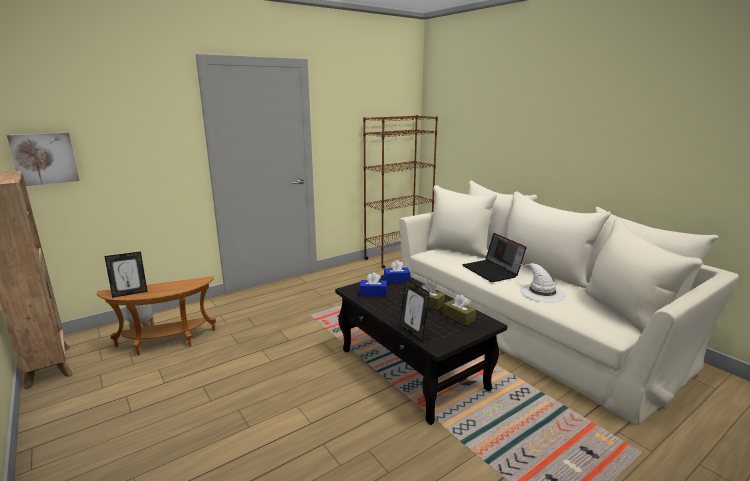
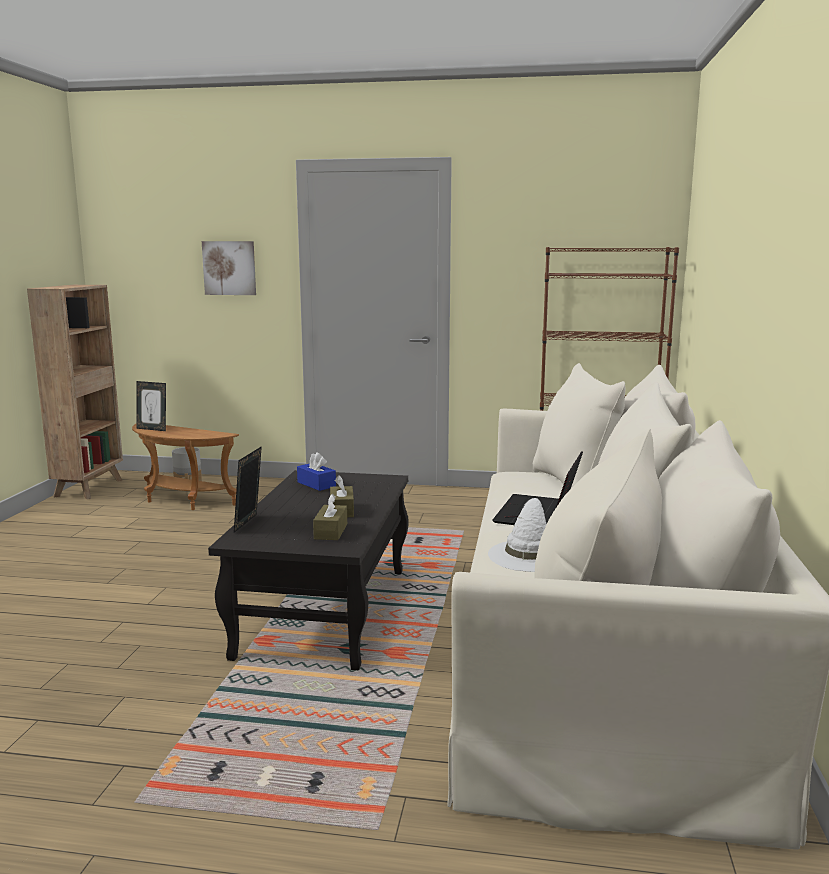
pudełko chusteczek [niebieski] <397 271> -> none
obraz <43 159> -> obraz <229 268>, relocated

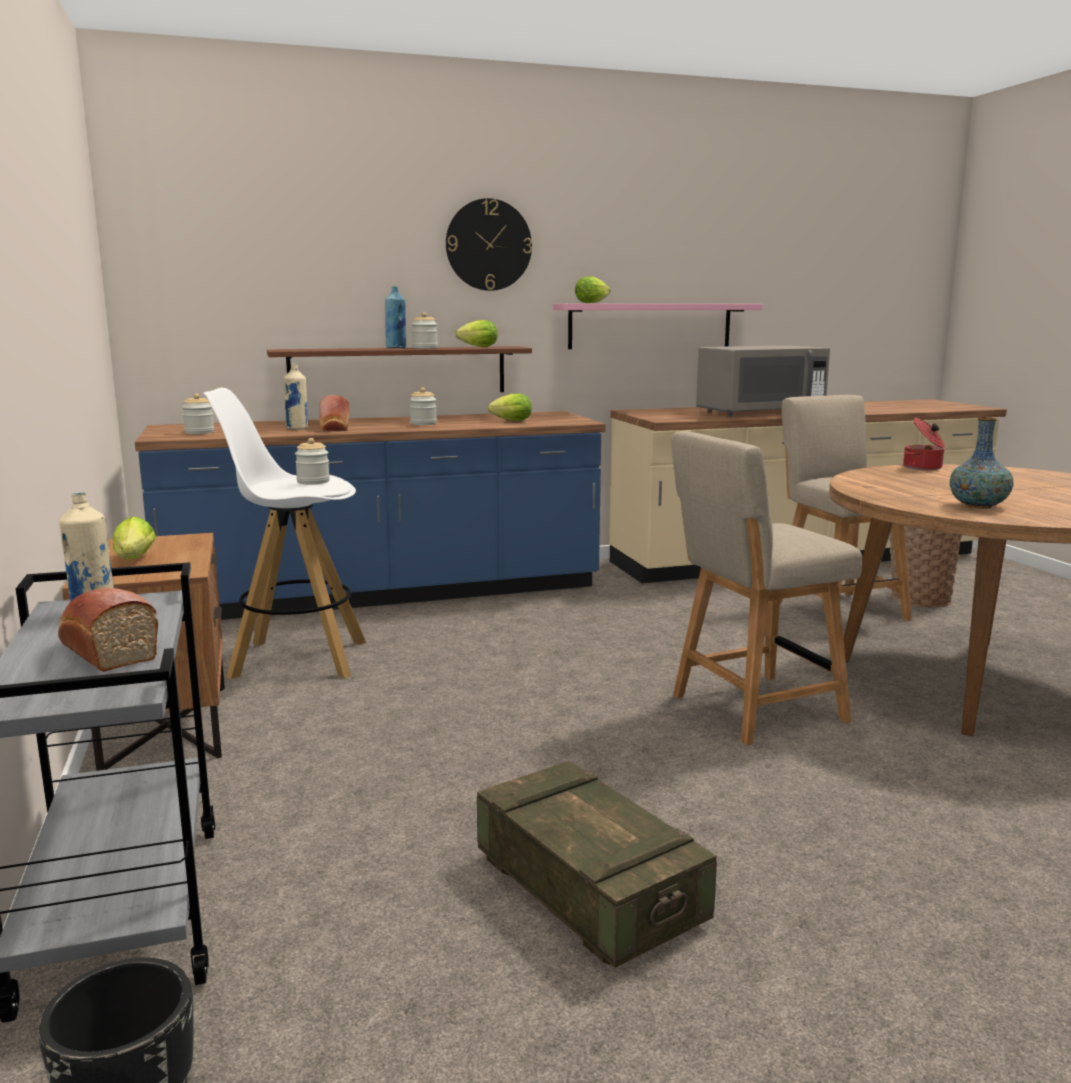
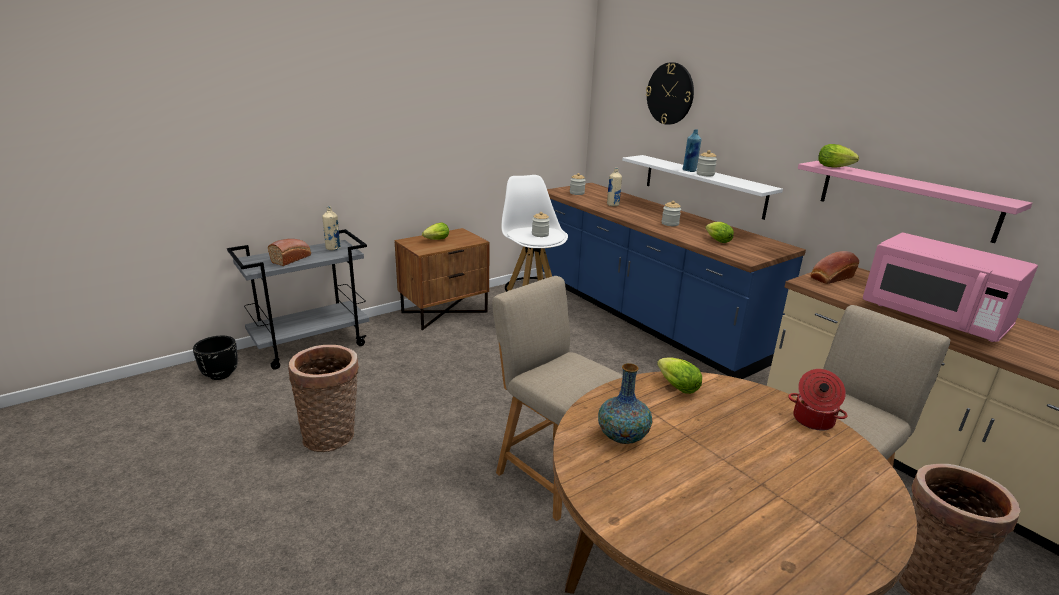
chleb <334 413> -> chleb <835 267>, relocated
zegar ścienny <489 244> -> zegar ścienny <670 93>, relocated
sałata <476 333> -> sałata <679 375>, relocated
skrzynka <597 864> -> koszyk <323 398>
półka [brązowy] <399 369> -> półka [biały] <702 187>
mikrofalówka [szary] <763 381> -> mikrofalówka [różowy] <950 287>

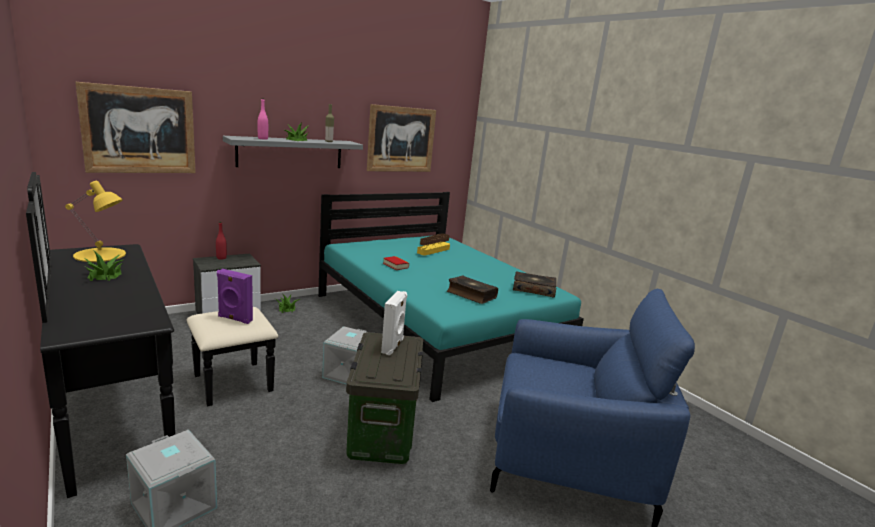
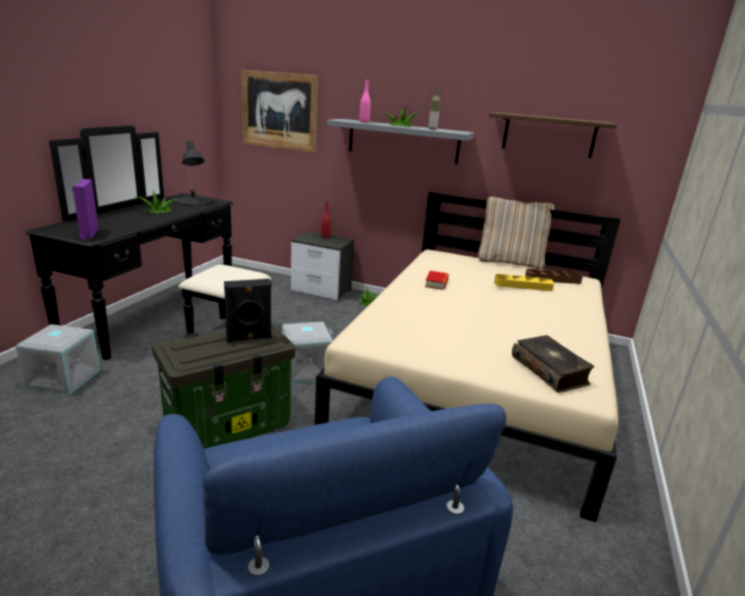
książka <472 290> -> none
none -> poduszka [beżowy] <516 232>
głośnik [fioletowy] <235 296> -> głośnik [fioletowy] <85 209>, relocated
obraz <401 138> -> półka <553 135>
lampa stołowa [żółty] <95 221> -> lampa stołowa [czarny] <193 173>
łóżko [turkusowy] <451 297> -> łóżko [beżowy] <467 357>
głośnik [biały] <394 323> -> głośnik [czarny] <248 310>

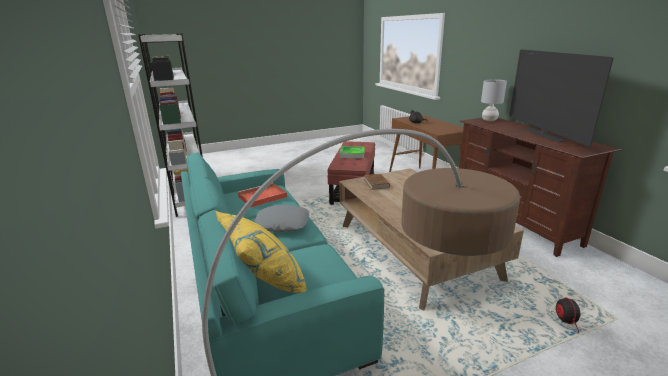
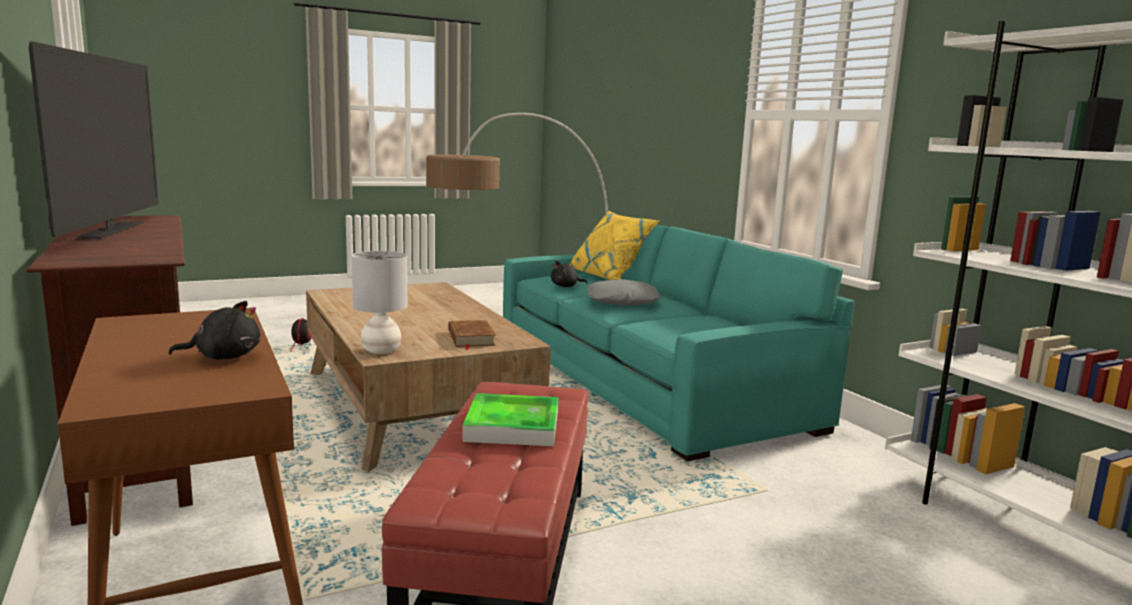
taca [czerwony] <262 195> -> none
none -> pluszak [czarny] <569 274>
lampa stołowa [szary] <494 100> -> lampa stołowa [szary] <379 302>, relocated

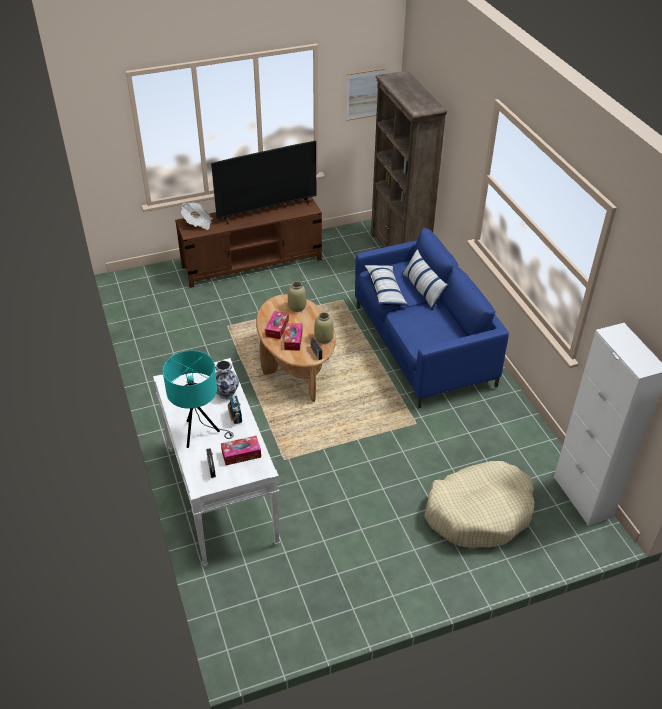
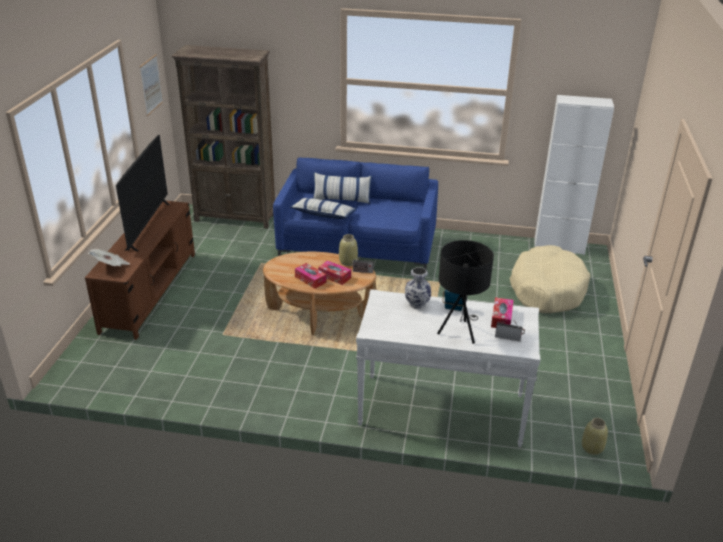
wazon [beżowy] <297 296> -> wazon [beżowy] <595 436>, relocated
lampa stołowa [turkusowy] <198 399> -> lampa stołowa [czarny] <465 292>

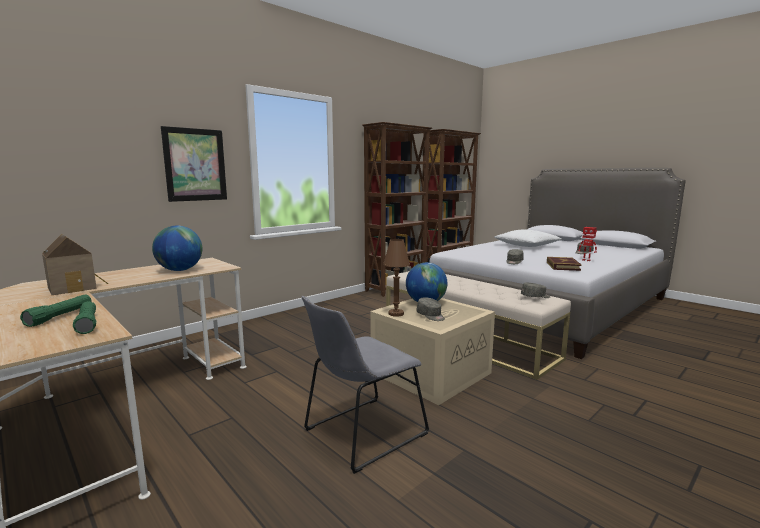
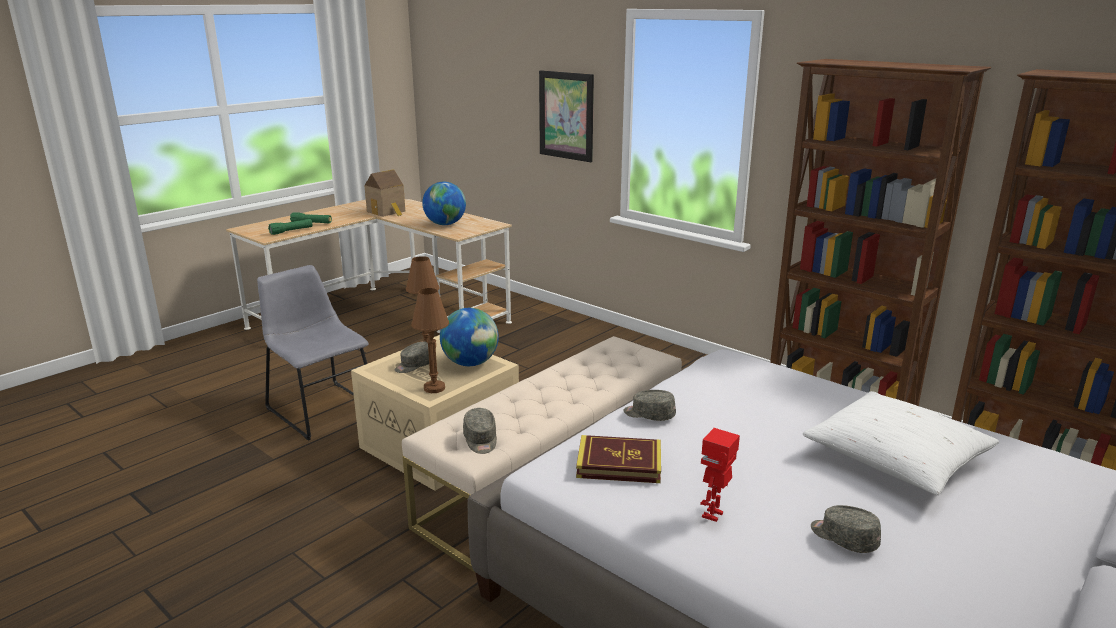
none -> lampa stołowa [brązowy] <430 340>

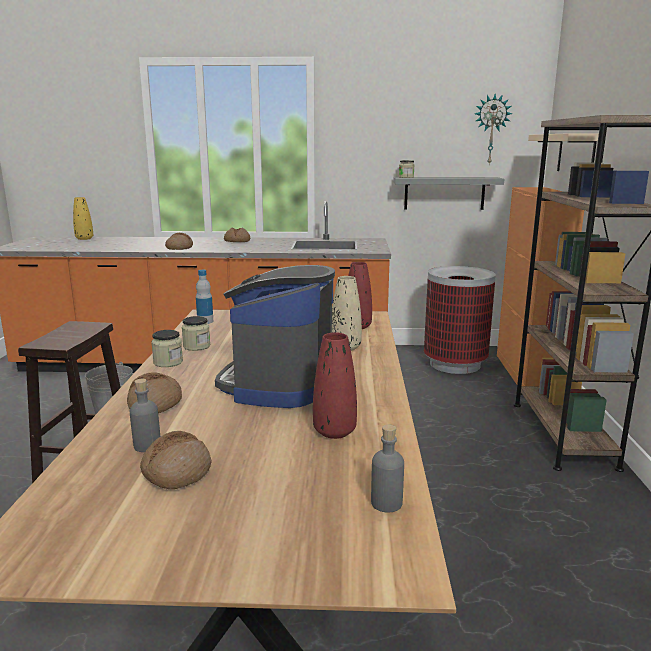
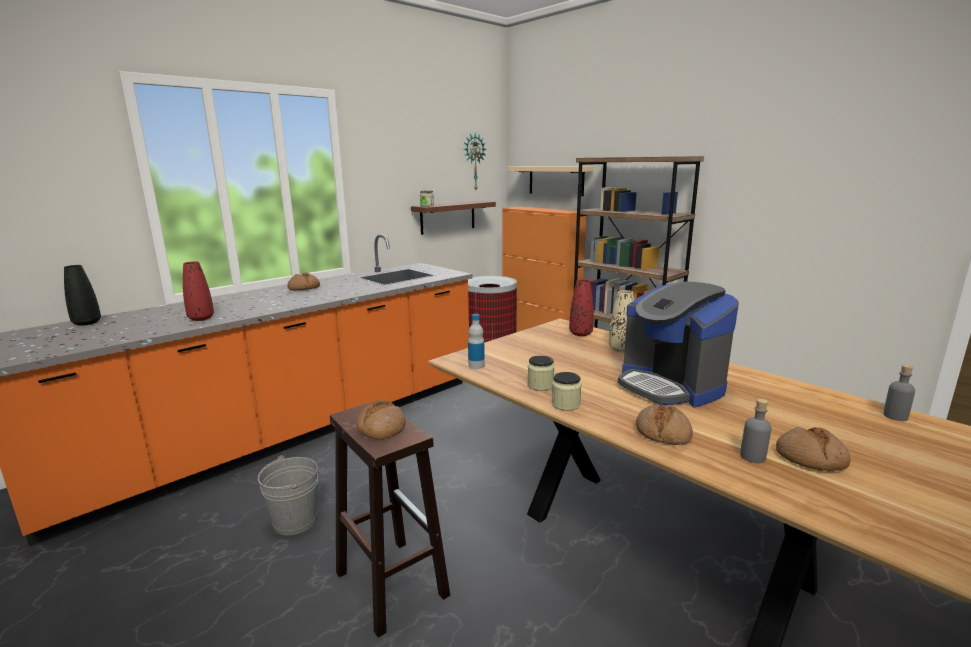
chleb <179 241> -> chleb <381 420>, relocated
wazon [czerwony] <335 385> -> wazon [czerwony] <198 291>, relocated
wazon [żółty] <83 218> -> wazon [czarny] <82 295>
półka [szary] <448 193> -> półka [brązowy] <453 218>

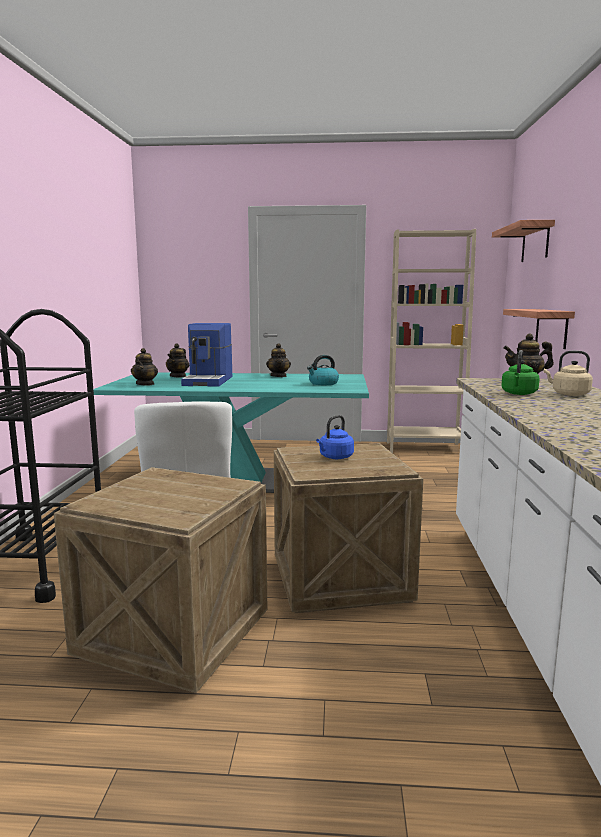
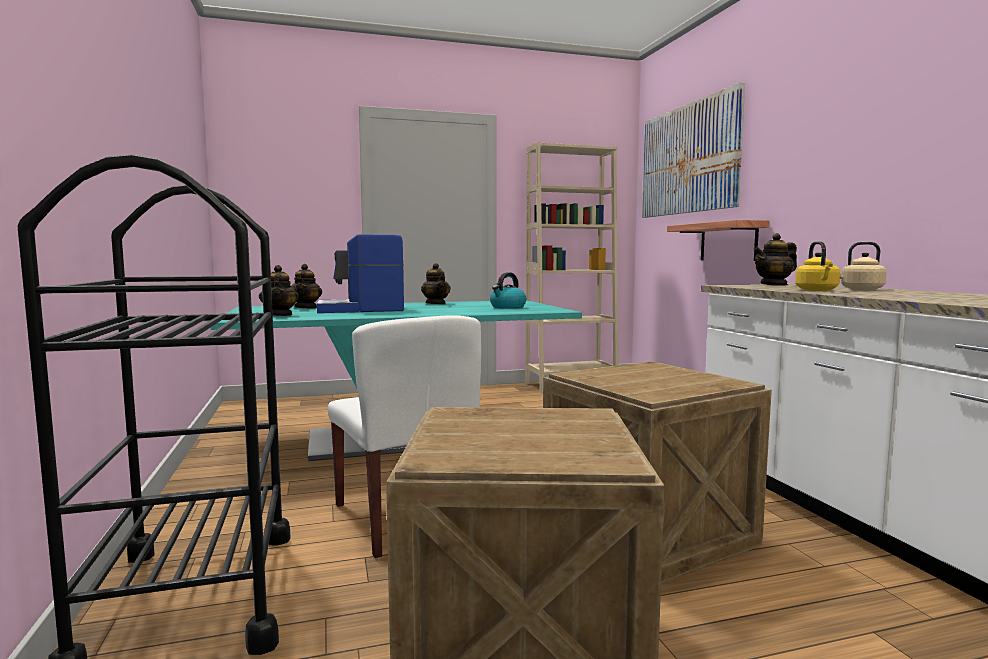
czajnik [niebieski] <335 437> -> none
półka <523 241> -> obraz <693 150>
czajnik [zielony] <520 372> -> czajnik [żółty] <817 266>
ekspres do kawy <206 355> -> ekspres do kawy <360 273>, 90 degrees clockwise

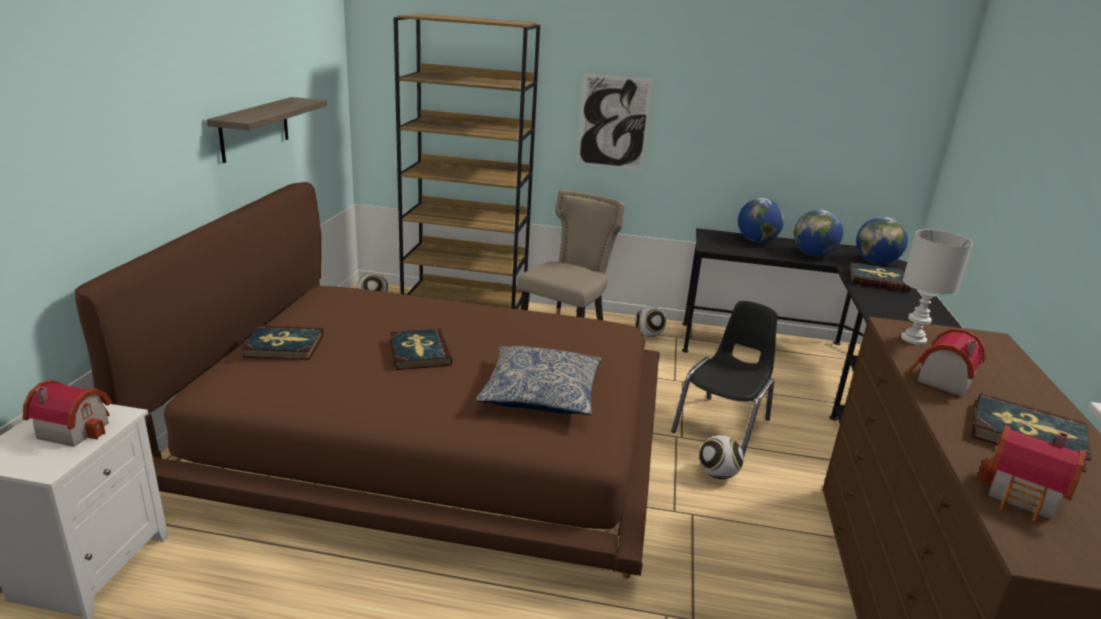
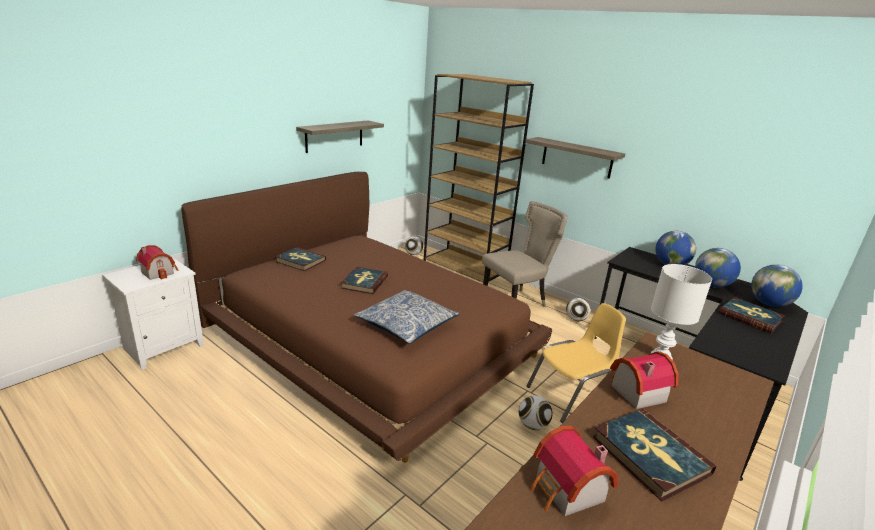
obraz <614 121> -> półka <575 158>
krzesło [czarny] <724 378> -> krzesło [żółty] <576 363>

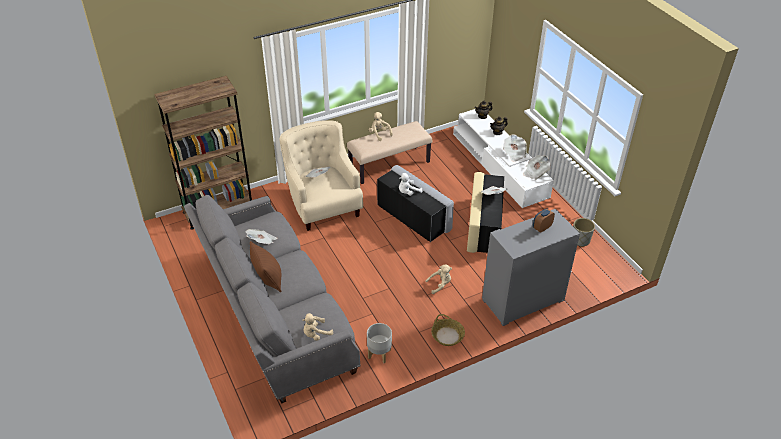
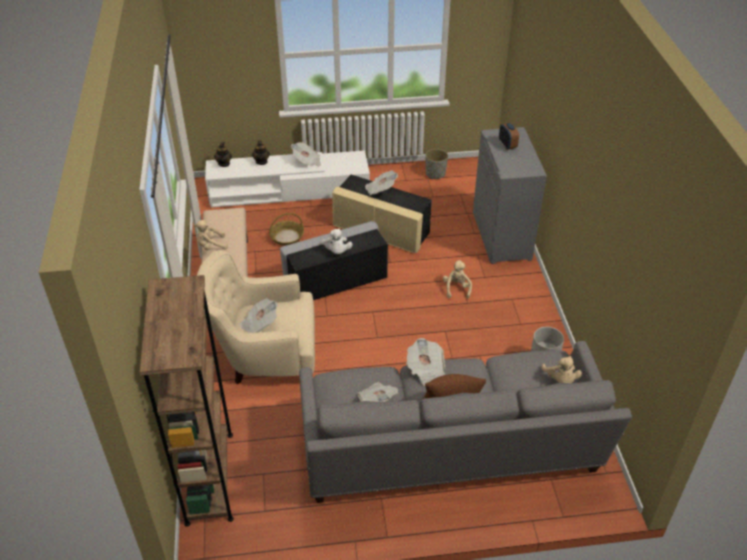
koszyk <448 330> -> koszyk <286 229>, relocated
gazeta <537 167> -> gazeta <425 362>, relocated

